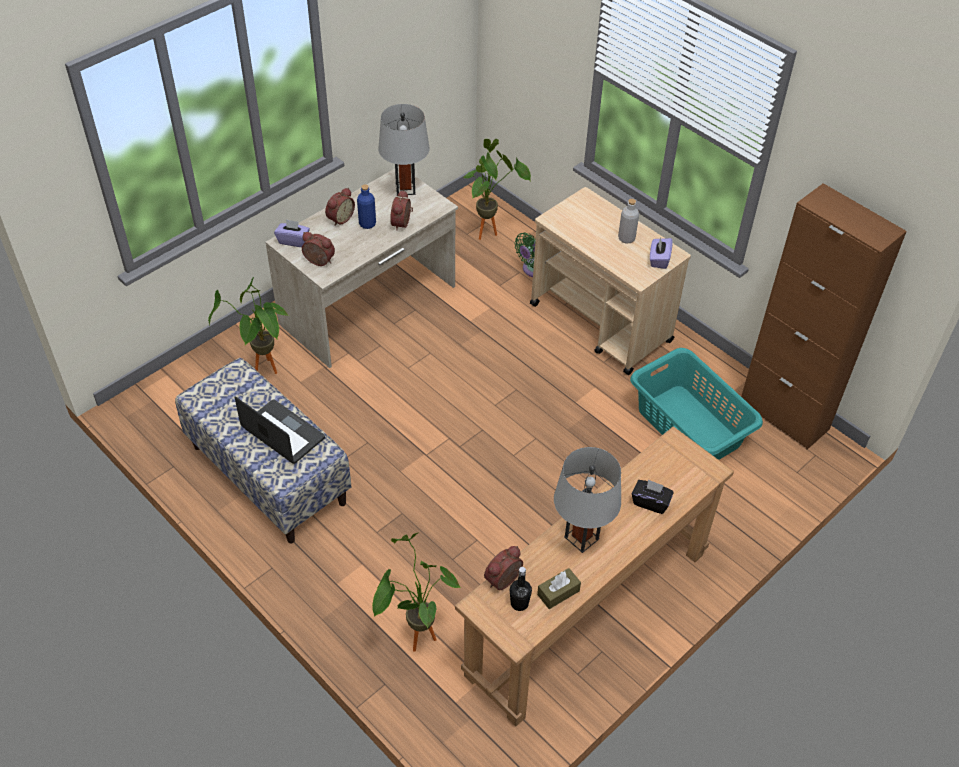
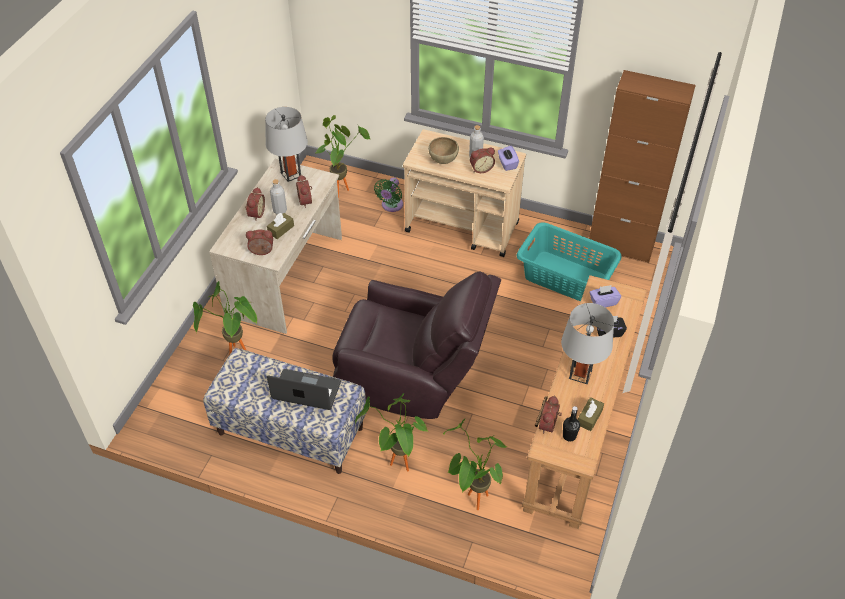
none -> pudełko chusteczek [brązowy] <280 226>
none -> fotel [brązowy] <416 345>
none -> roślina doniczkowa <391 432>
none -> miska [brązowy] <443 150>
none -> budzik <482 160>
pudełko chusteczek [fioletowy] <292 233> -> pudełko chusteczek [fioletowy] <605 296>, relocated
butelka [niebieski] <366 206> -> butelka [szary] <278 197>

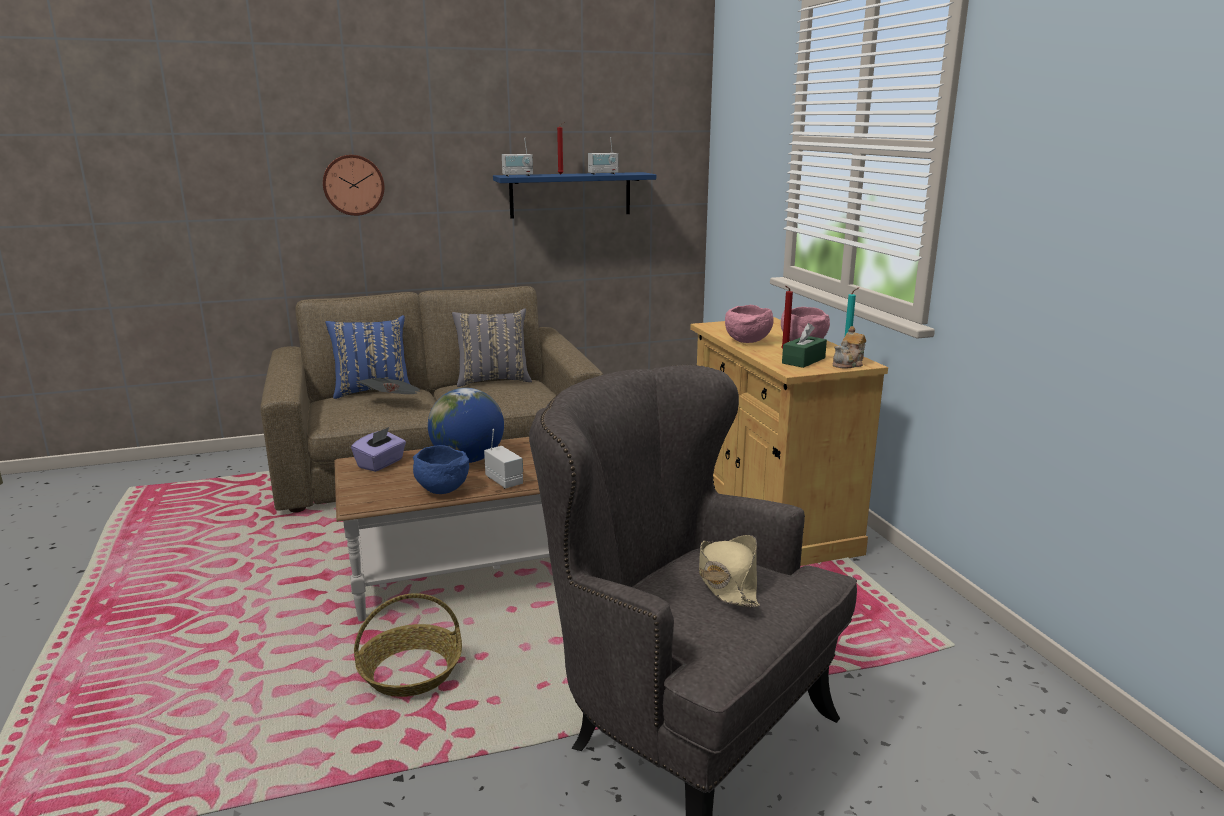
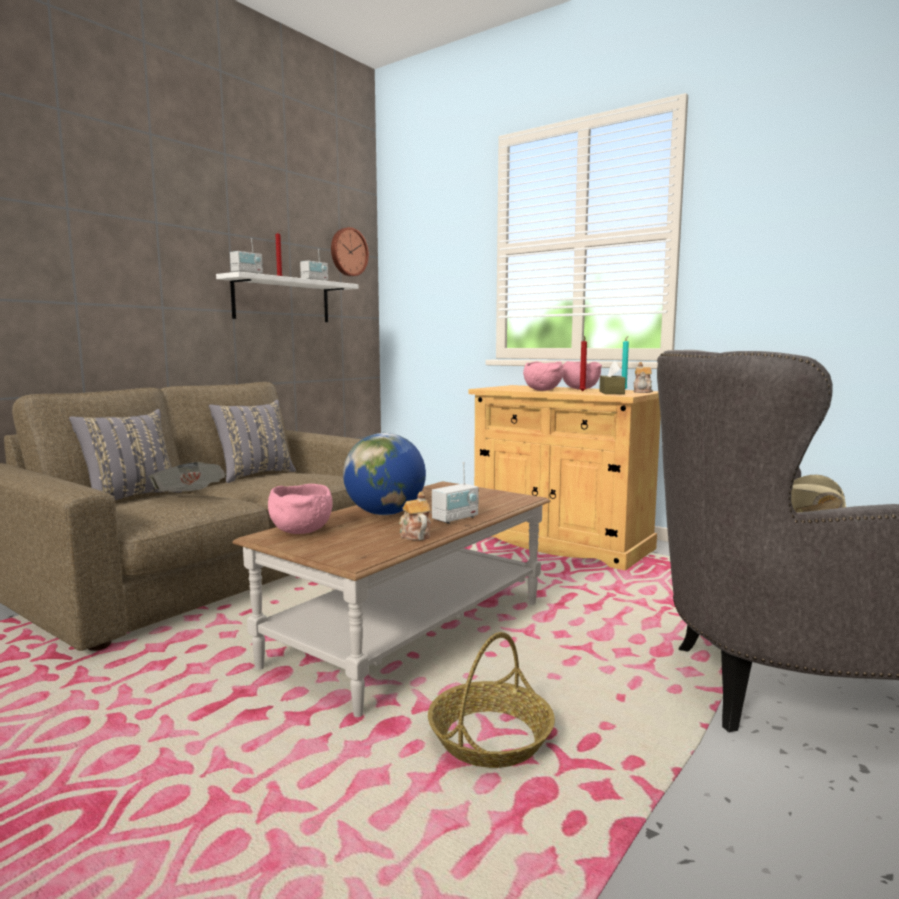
zegar ścienny <353 185> -> zegar ścienny <350 251>, relocated
pudełko chusteczek [fioletowy] <378 449> -> miska [różowy] <300 509>
miska [niebieski] <441 469> -> imbryk <415 515>
poduszka [niebieski] <368 357> -> poduszka [szary] <125 454>
półka [niebieski] <574 195> -> półka [biały] <287 296>
pudełko chusteczek [zielony] <804 345> -> pudełko chusteczek [brązowy] <612 377>
radio <503 459> -> radio <455 493>, 120 degrees clockwise

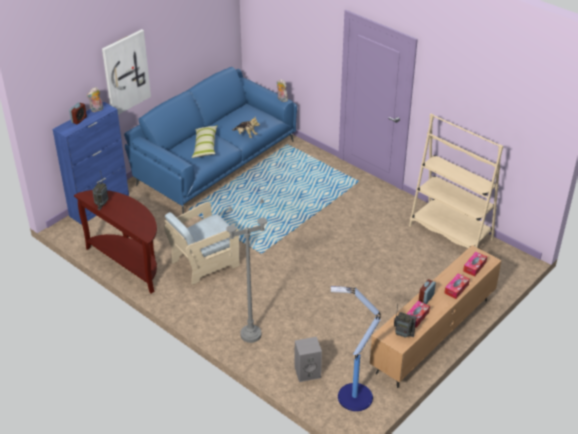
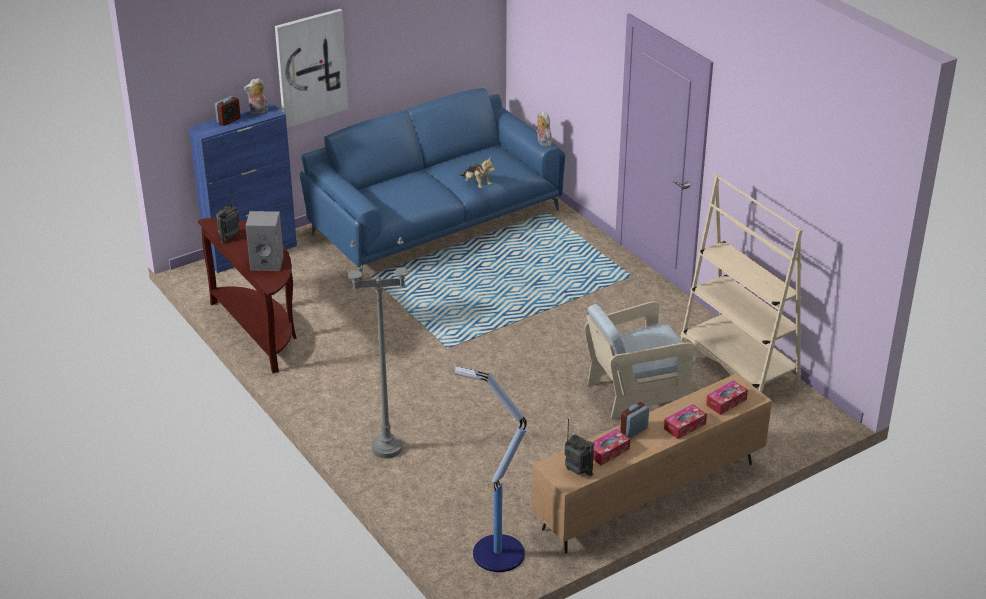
poduszka <205 141> -> none
fotel [beżowy] <202 243> -> fotel [beżowy] <640 360>, relocated
głośnik [szary] <308 359> -> głośnik [szary] <265 241>, relocated

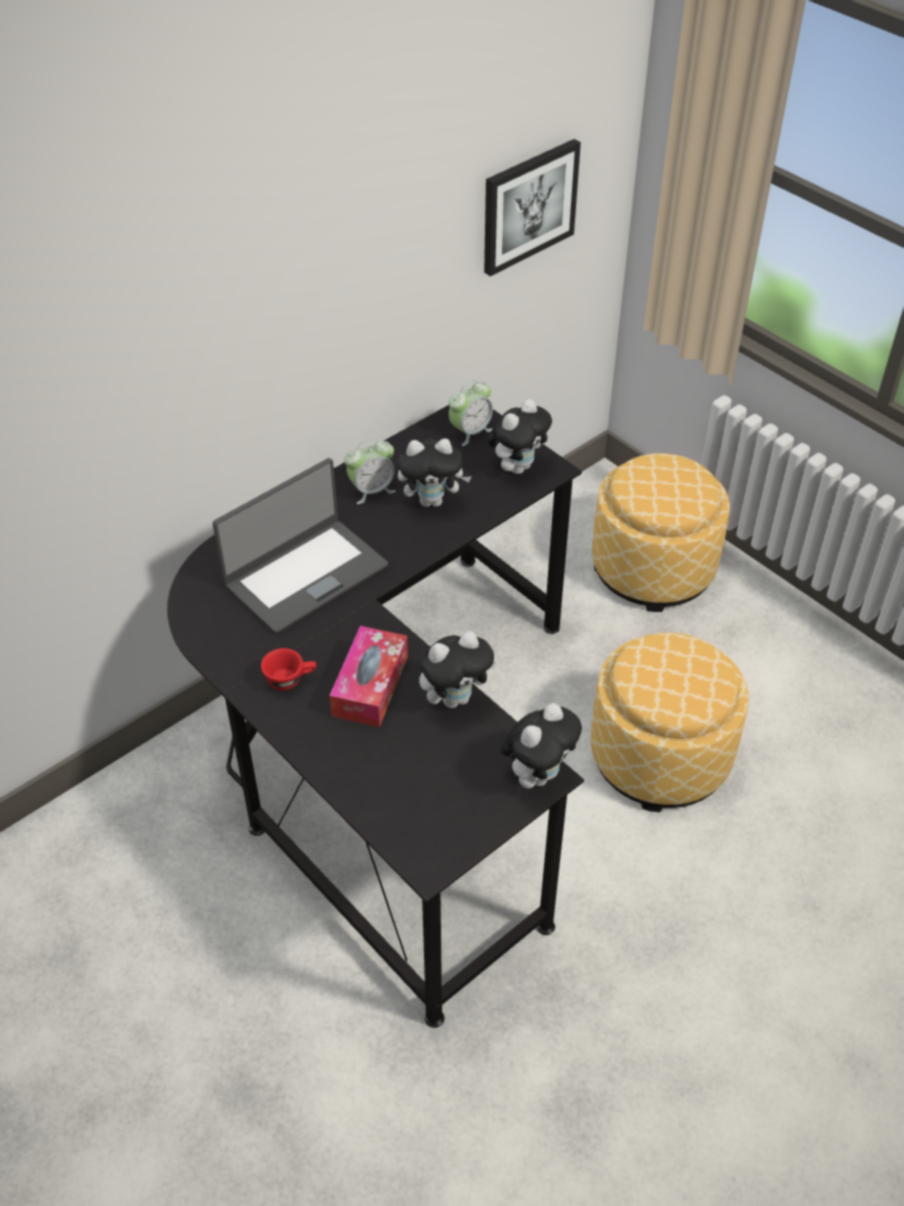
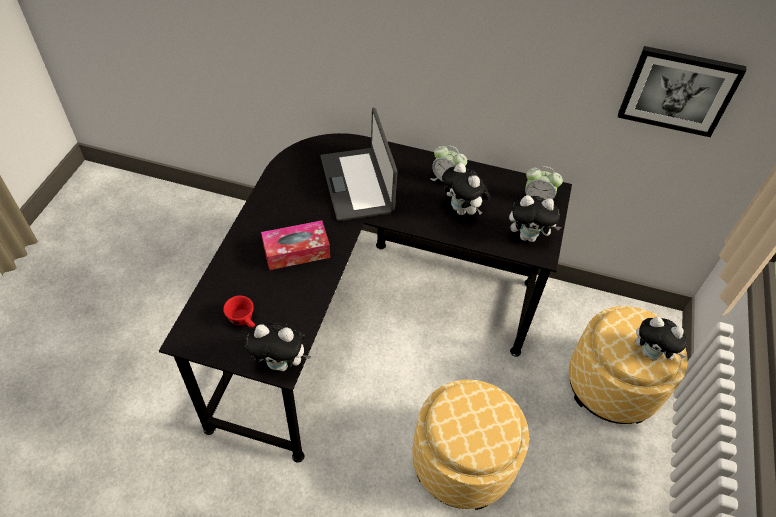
filiżanka [czerwony] <288 669> -> filiżanka [czerwony] <239 312>, relocated
pluszak <458 669> -> pluszak <661 339>, relocated
laptop <300 546> -> laptop <359 164>, 60 degrees clockwise

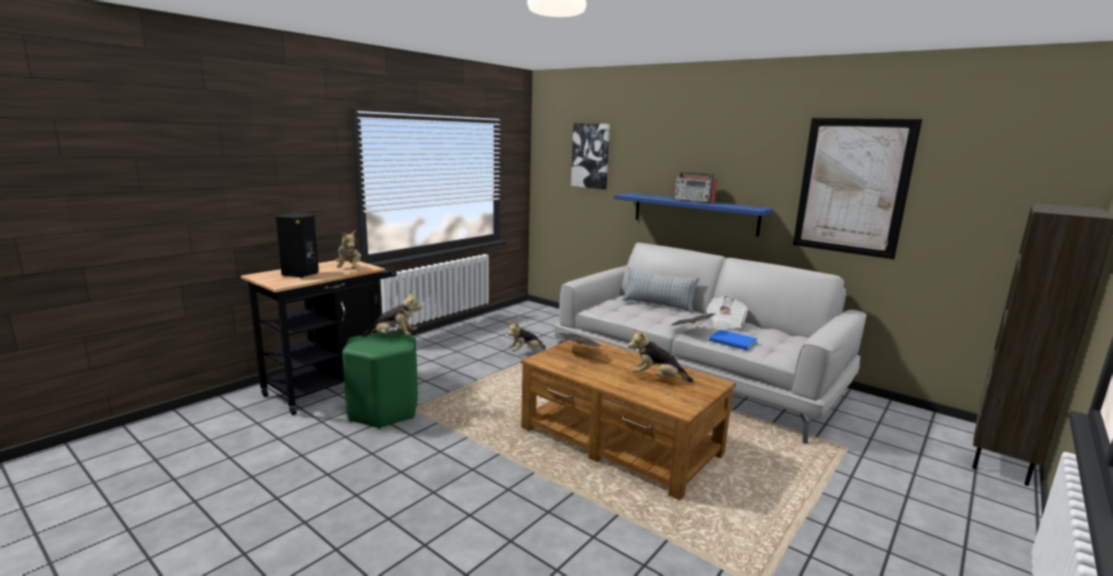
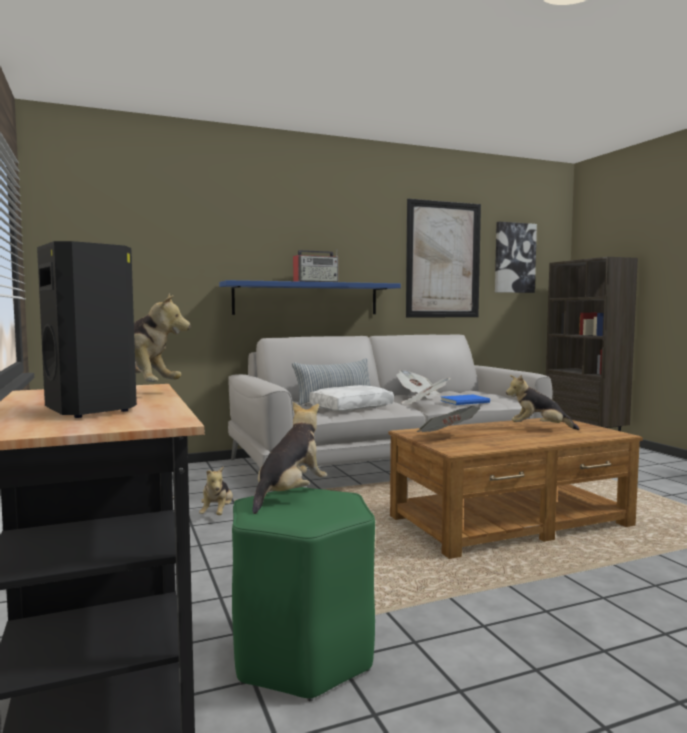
none -> poduszka [biały] <351 398>
obraz <590 156> -> obraz <516 257>, relocated
pluszak <660 355> -> pluszak <542 402>, 60 degrees clockwise

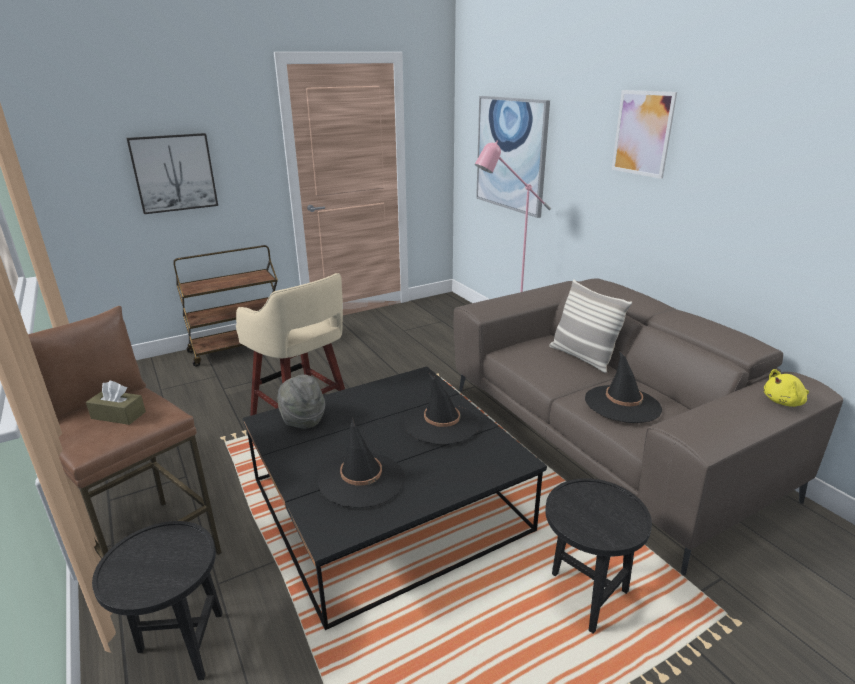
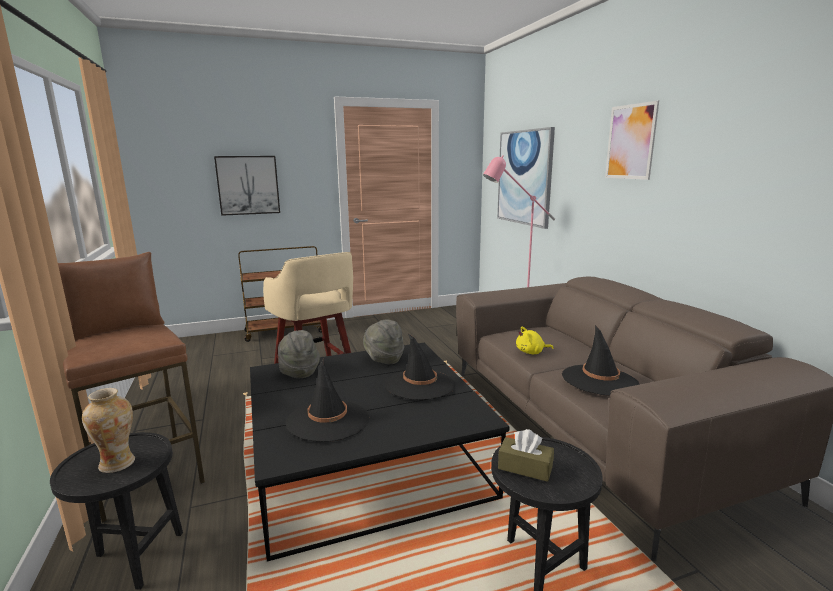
poduszka <590 326> -> none
none -> wazon <108 430>
none -> kapelusz [szary] <383 341>
pudełko chusteczek [brązowy] <116 403> -> pudełko chusteczek [brązowy] <526 455>, relocated
pluszak [żółty] <786 388> -> pluszak [żółty] <534 340>, relocated

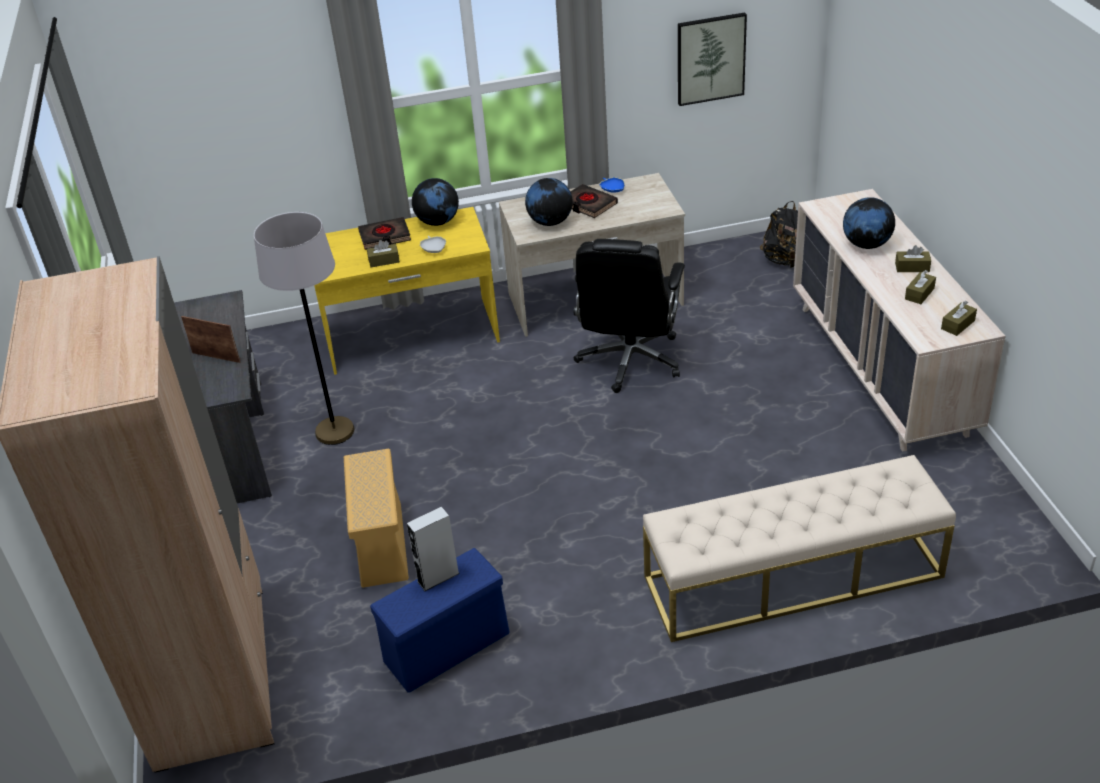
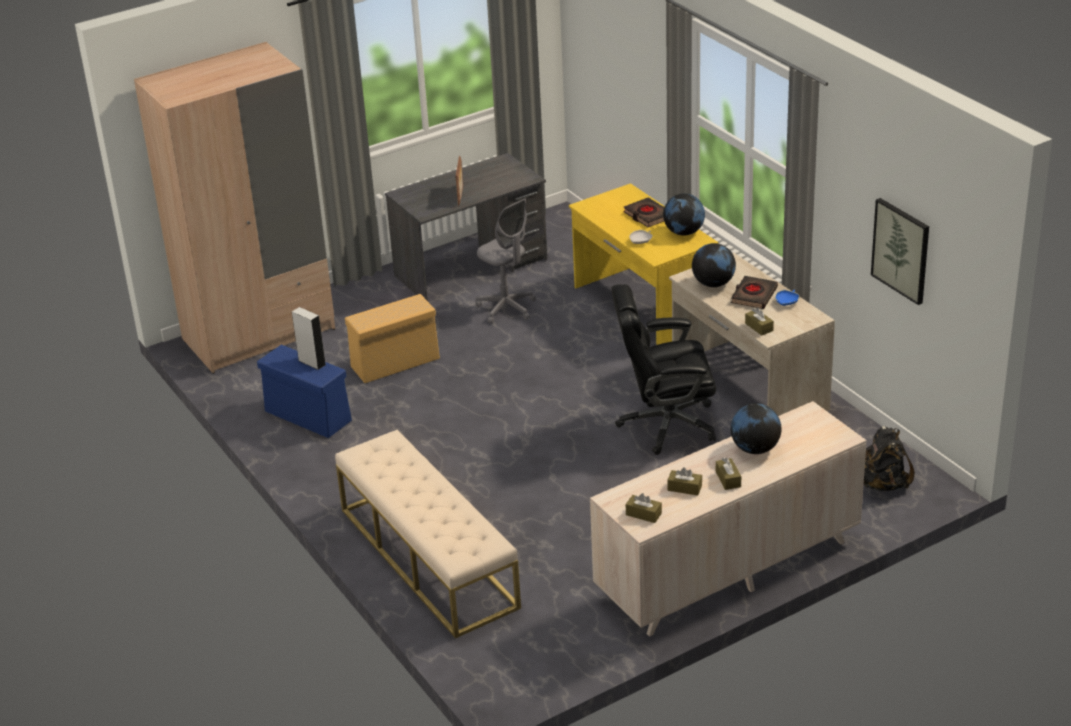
pudełko chusteczek [brązowy] <383 253> -> pudełko chusteczek [brązowy] <759 321>, relocated
lampa stojąca [szary] <304 328> -> krzesło biurowe [szary] <505 261>

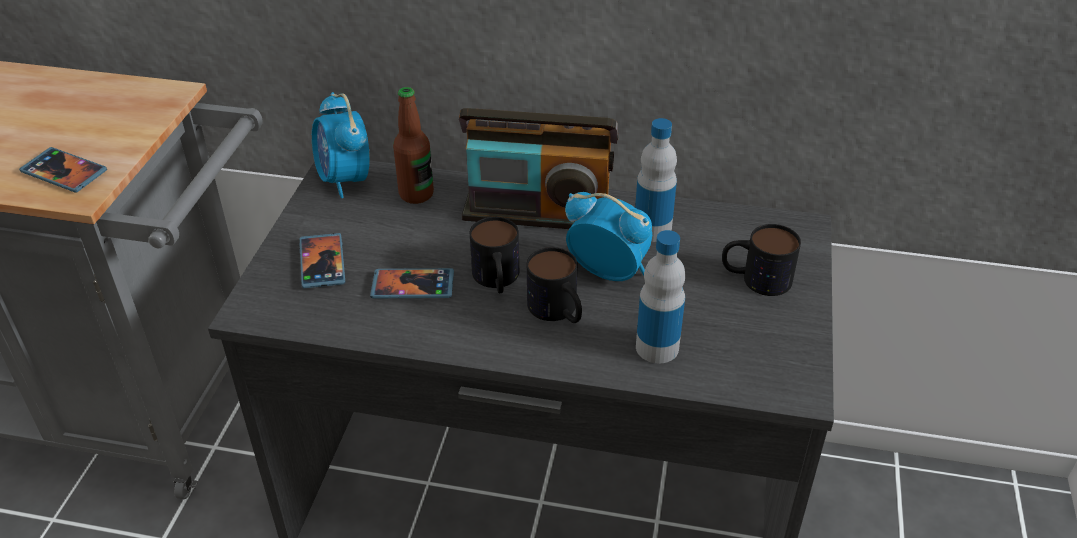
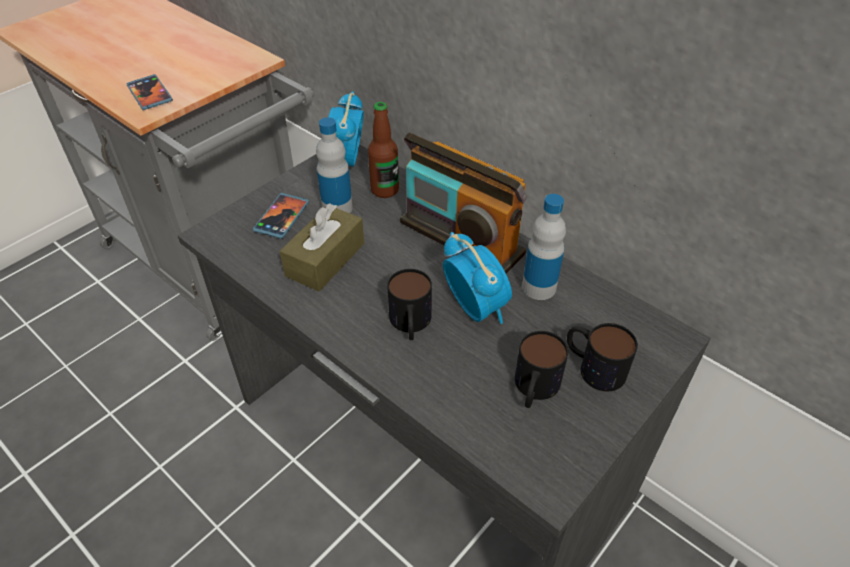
kubek <494 255> -> kubek <541 369>, relocated
butelka <661 296> -> butelka <334 165>, relocated
telefon <412 283> -> pudełko chusteczek [brązowy] <322 247>

